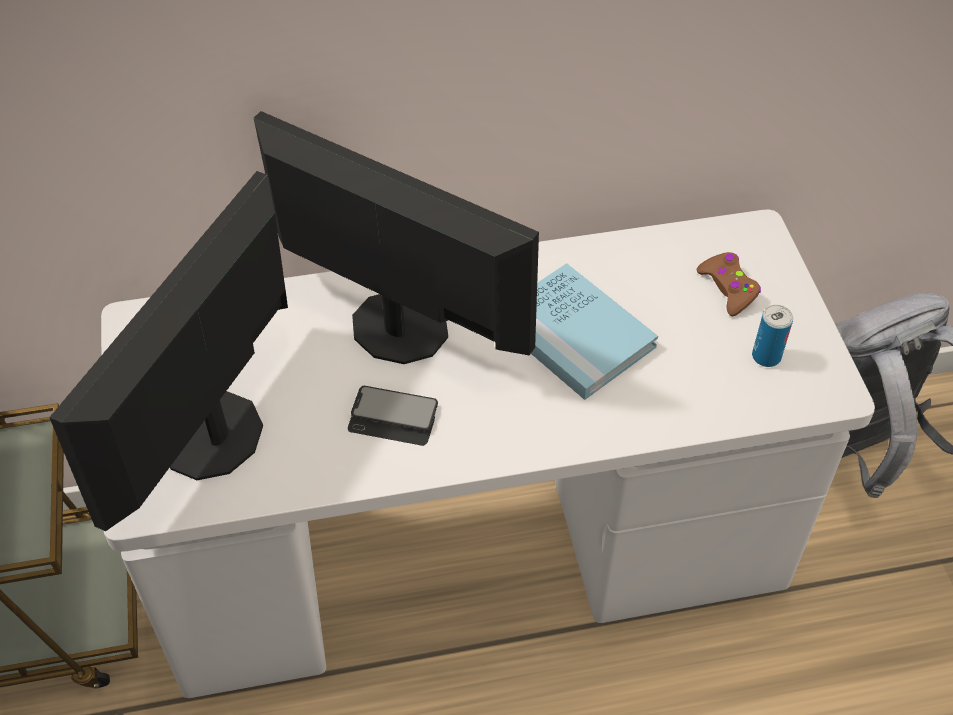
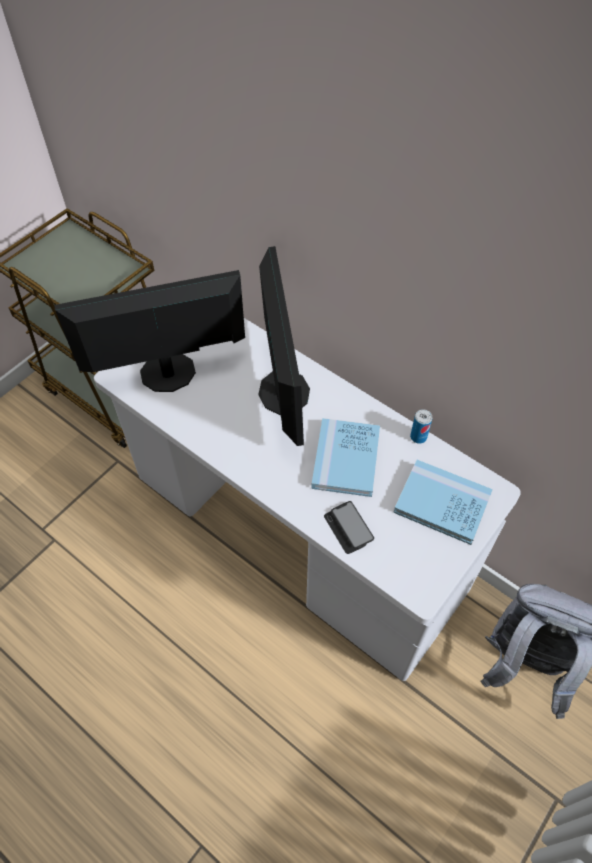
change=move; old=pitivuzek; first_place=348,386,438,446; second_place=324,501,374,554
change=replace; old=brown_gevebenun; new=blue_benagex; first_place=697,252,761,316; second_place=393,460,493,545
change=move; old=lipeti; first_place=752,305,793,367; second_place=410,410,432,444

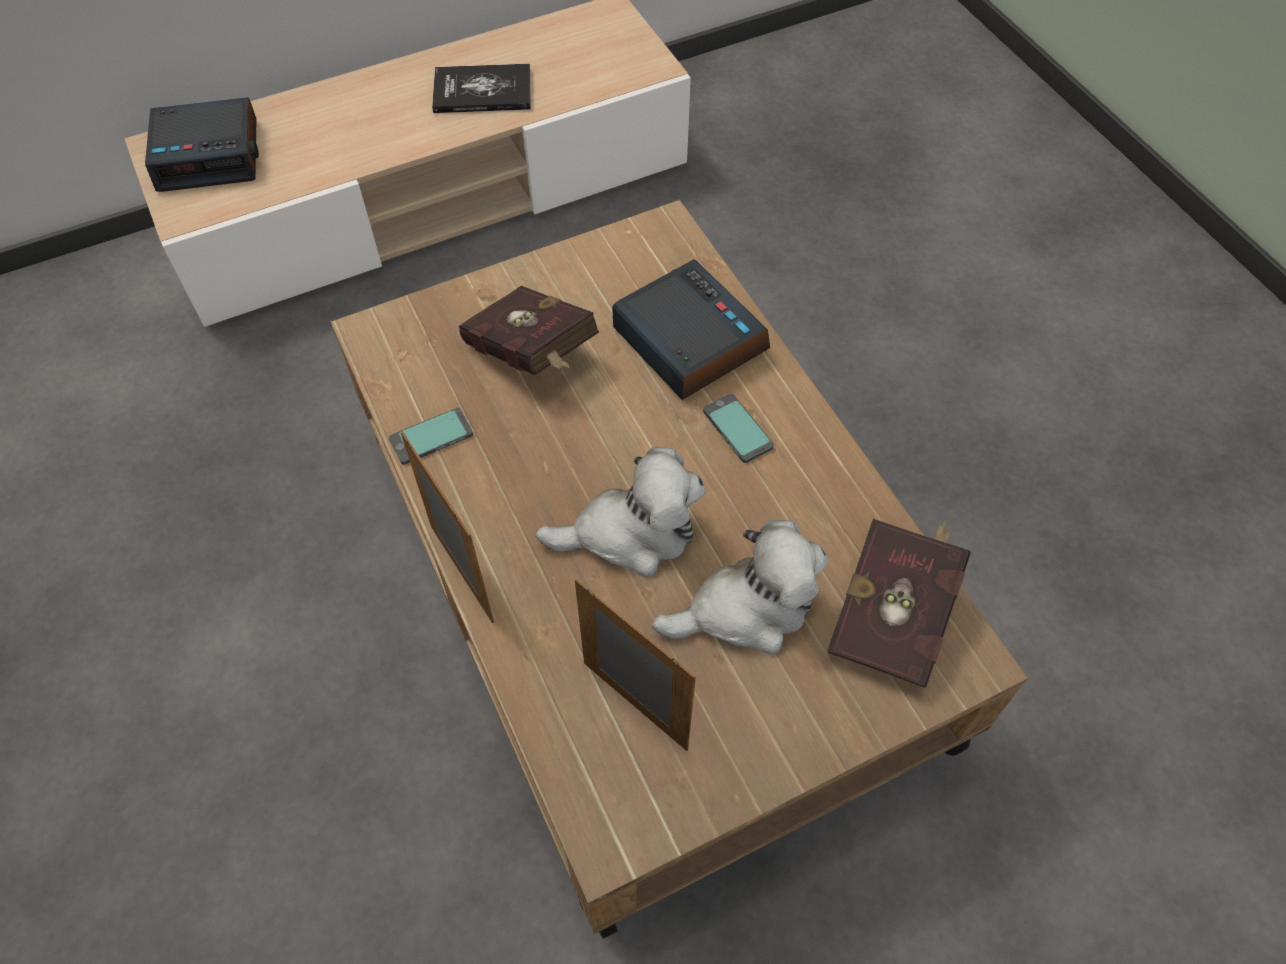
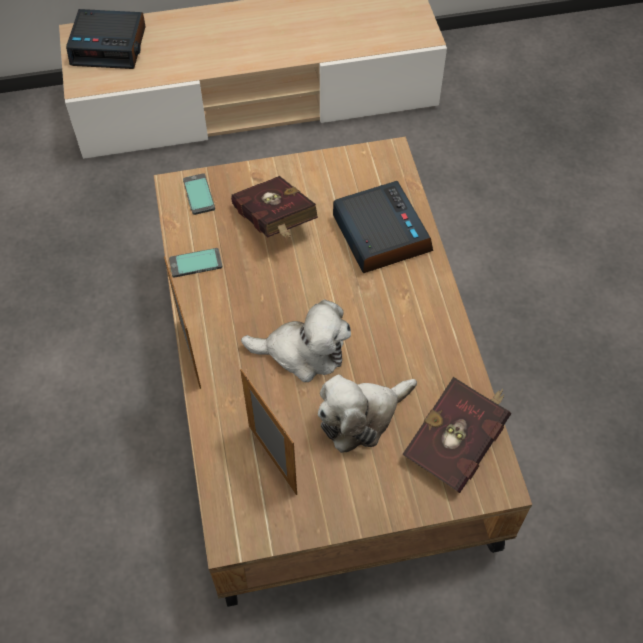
change=delete; old=benagex; first_place=432,64,531,113
change=rotate; old=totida; first_place=652,520,828,654; second_place=318,374,417,453; degrees=150
change=move; old=pitivuzek; first_place=703,394,774,463; second_place=183,173,215,215

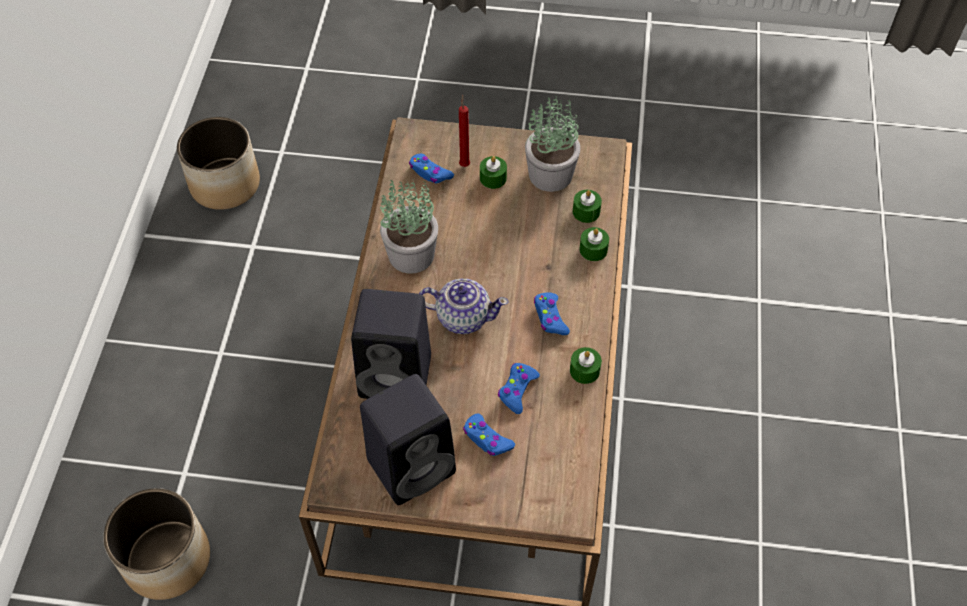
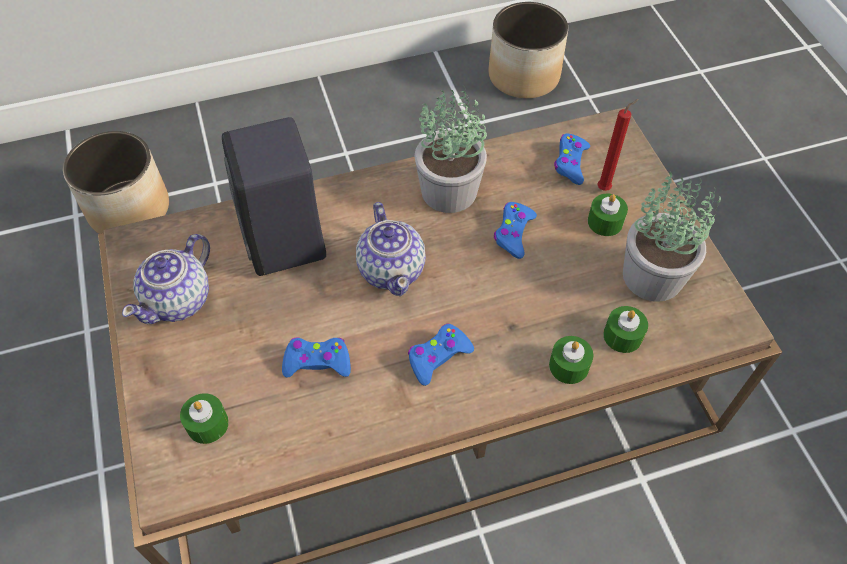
change=replace; old=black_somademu; new=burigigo; first_place=360,374,456,505; second_place=122,234,210,324
change=move; old=blue_gevebenun; first_place=463,413,515,456; second_place=494,202,537,259
change=move; old=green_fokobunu; first_place=570,347,602,384; second_place=180,393,229,444

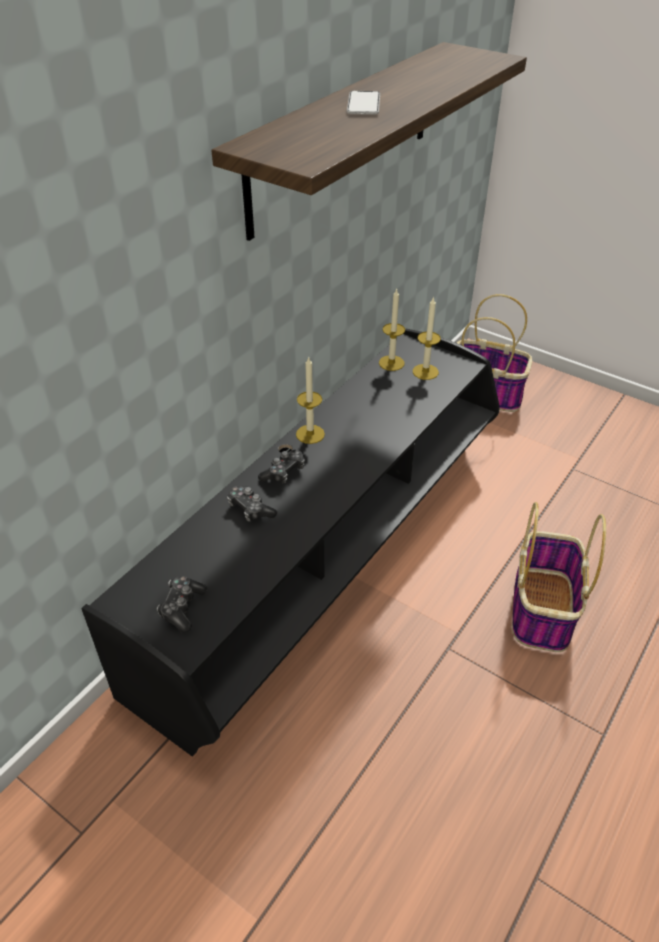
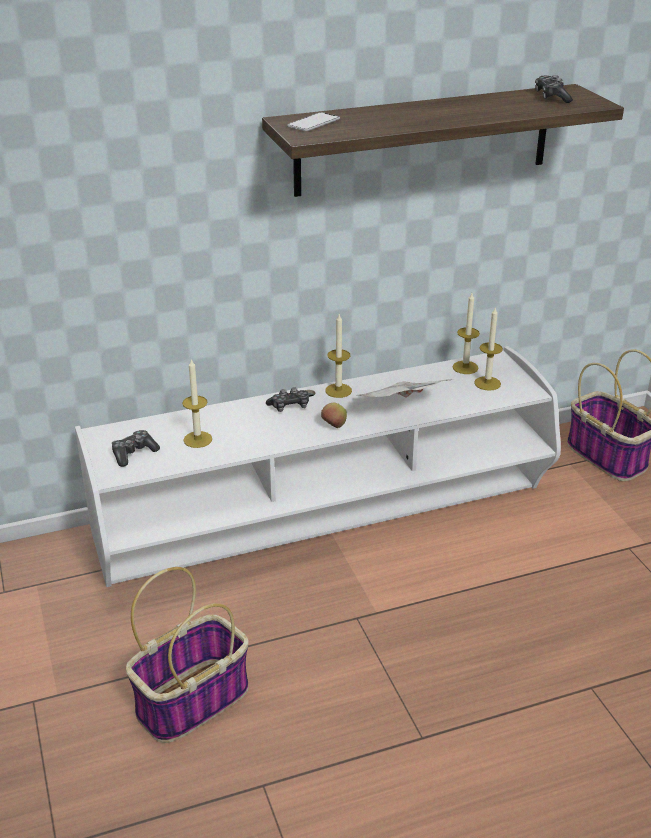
change=recolor; old=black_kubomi; new=white_kubomi; first_place=81,328,499,757; second_place=75,346,561,587
change=move; old=gevebenun; first_place=227,486,277,522; second_place=535,75,573,103
change=move; old=pitivuzek; first_place=347,91,380,115; second_place=287,112,340,131
change=move; old=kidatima; first_place=512,502,606,652; second_place=126,567,249,743
change=insert; new=fokobunu; second_place=182,358,212,448
change=insert; new=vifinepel; second_place=321,403,347,428
change=insert; new=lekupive; second_place=358,379,455,397

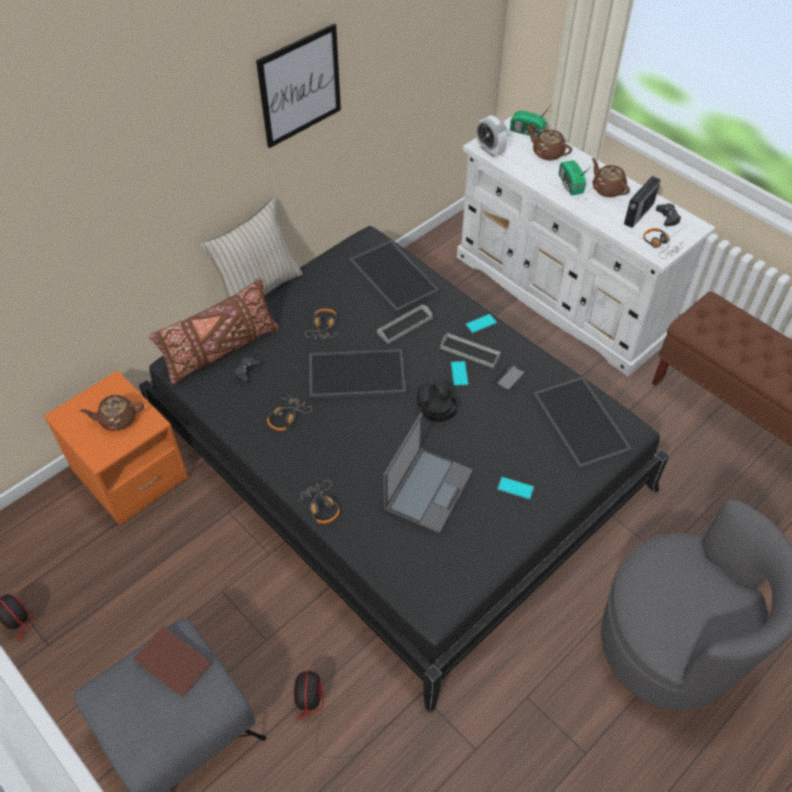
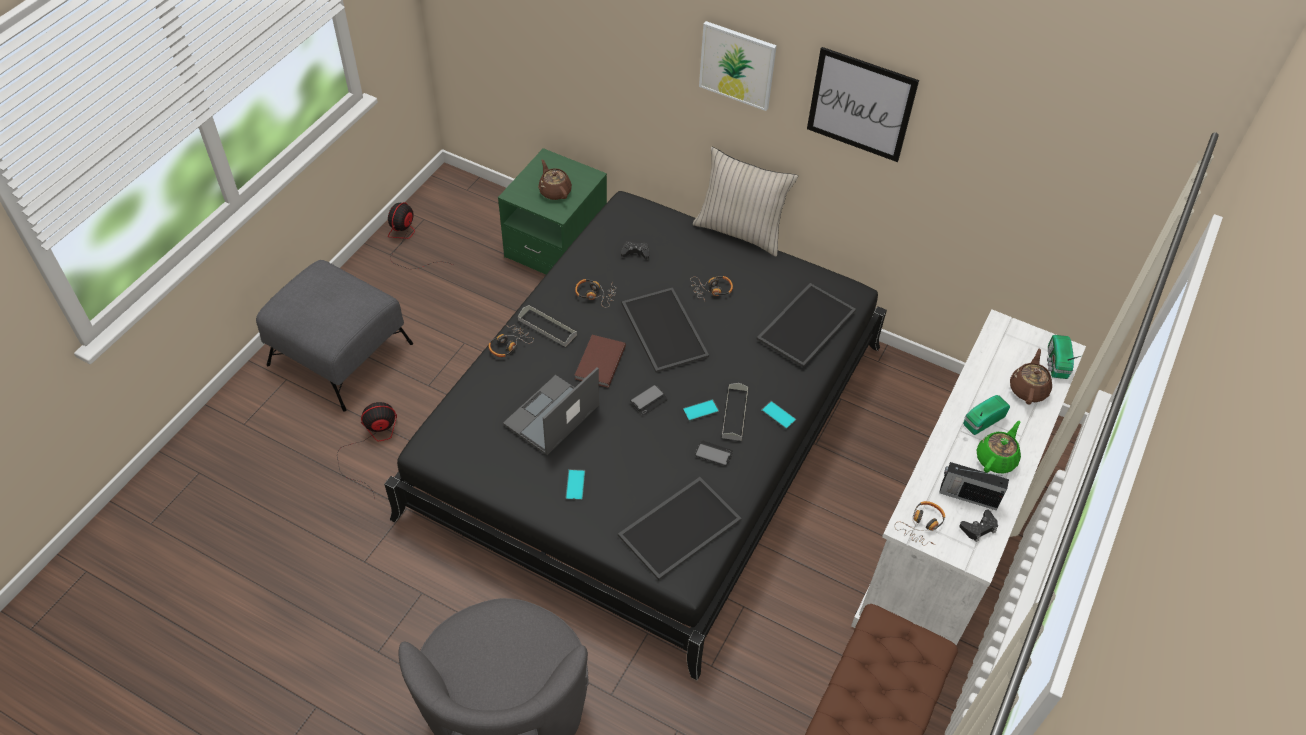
change=recolor; old=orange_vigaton; new=green_vigaton; first_place=44,370,188,525; second_place=498,148,607,274
change=move; old=brown_benagex; first_place=133,626,212,698; second_place=575,335,626,388
change=delete; old=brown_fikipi; first_place=149,278,279,384
change=move; old=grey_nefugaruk; first_place=377,304,433,344; second_place=518,305,577,347
change=rotate; old=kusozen; first_place=383,413,473,534; second_place=503,367,599,455; degrees=120
change=replace; old=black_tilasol; new=pitivuzek; first_place=417,380,457,422; second_place=630,385,668,415
change=delete; old=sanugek; first_place=477,115,508,157
change=recolor; old=brown_burigigo; new=green_burigigo; first_place=592,158,630,197; second_place=977,421,1021,474
change=insert; new=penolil; second_place=699,21,777,111

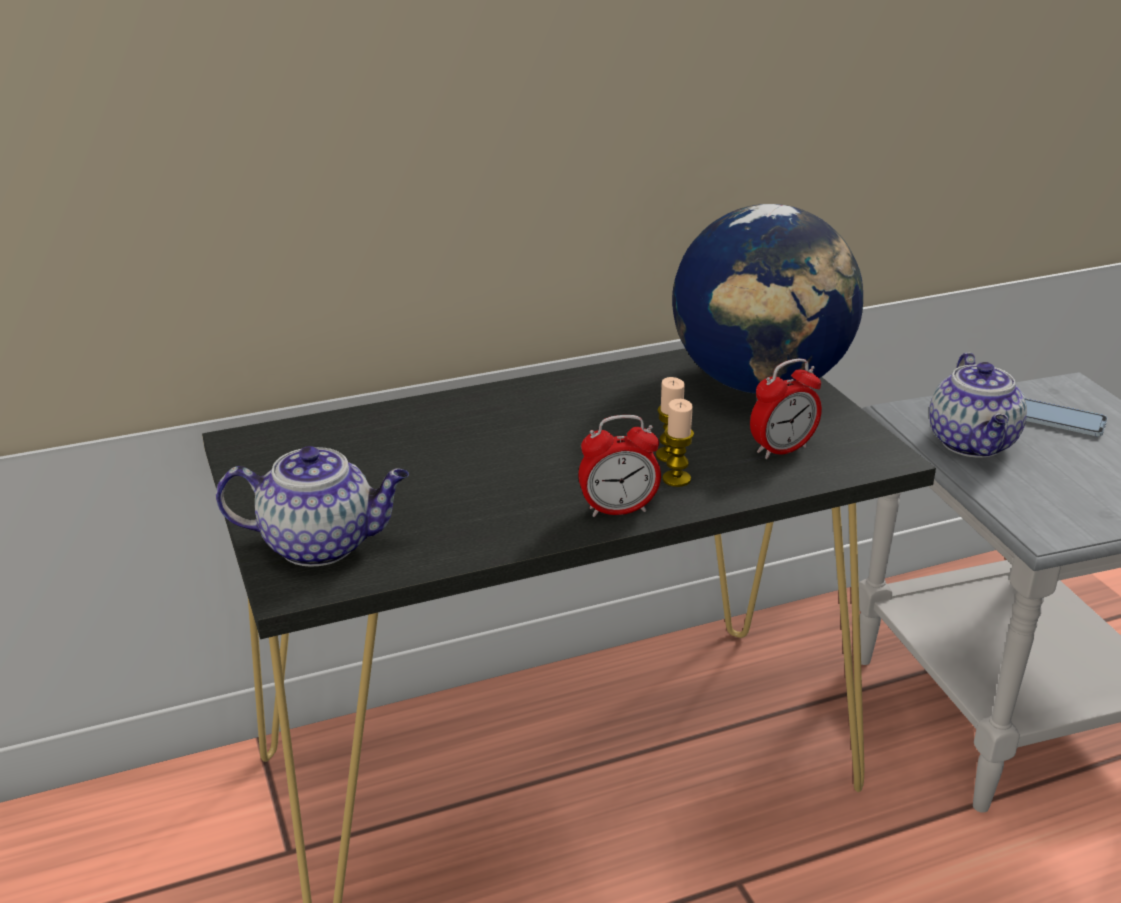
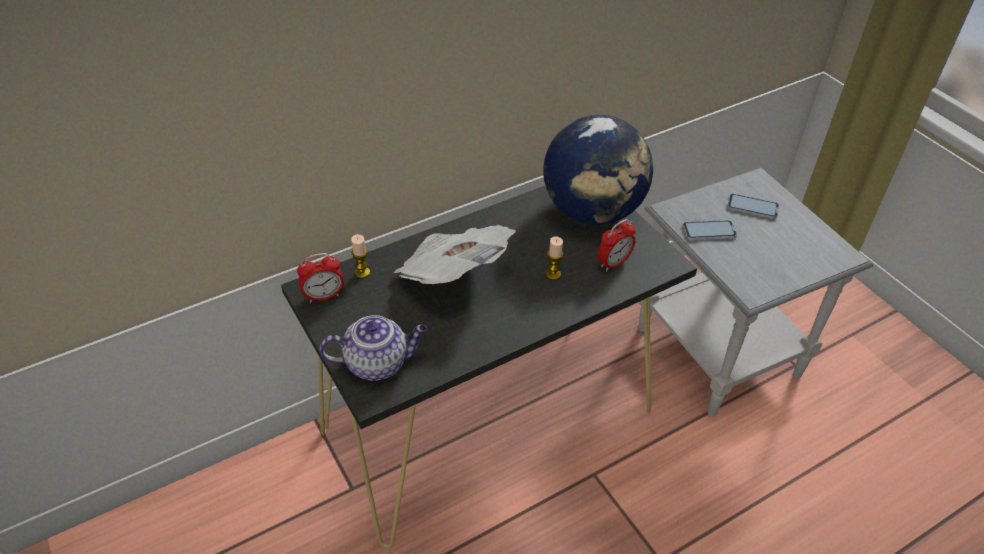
change=move; old=sanugek; first_place=578,415,661,517; second_place=297,253,344,303
change=move; old=fokobunu; first_place=662,399,694,487; second_place=351,234,370,278
change=replace; old=burigigo; new=pitivuzek; first_place=929,352,1027,457; second_place=683,220,737,240
change=insert; new=lekupive; second_place=394,225,516,284

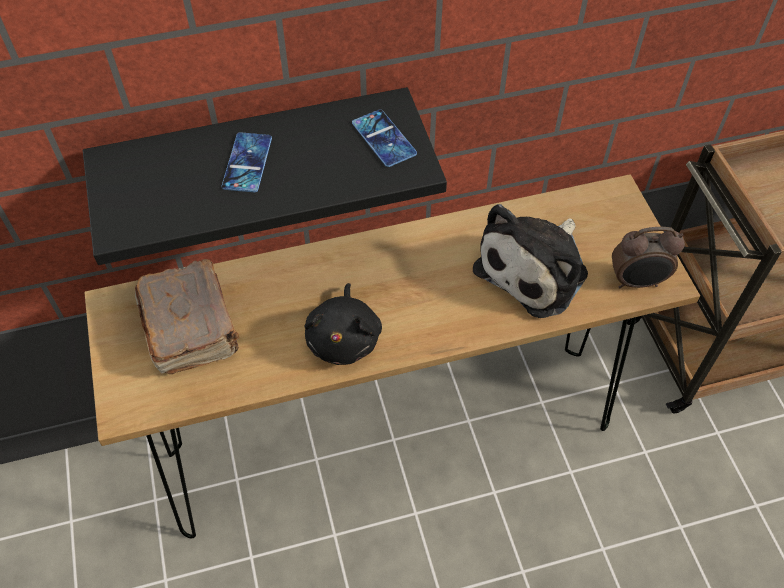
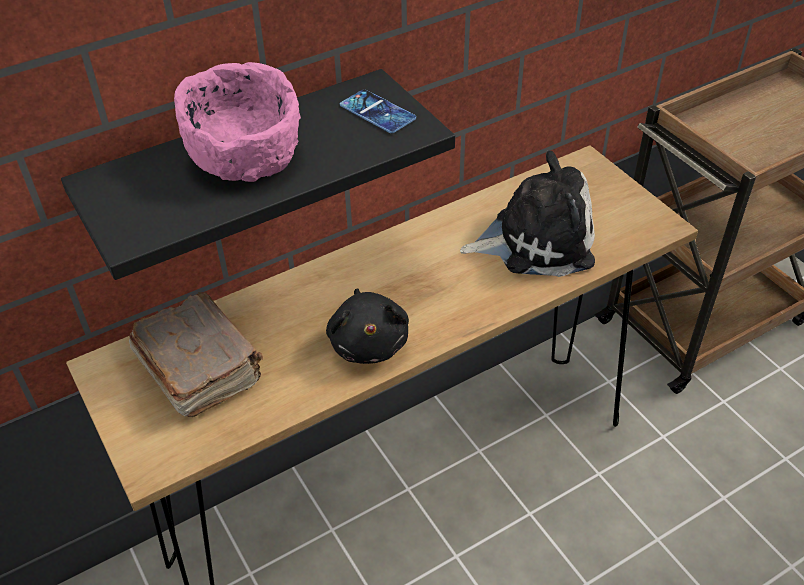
change=replace; old=pitivuzek; new=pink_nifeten; first_place=221,132,272,192; second_place=174,62,301,182
change=rotate; old=totida; first_place=473,204,588,318; second_place=460,151,595,277; degrees=-120
change=delete; old=sanugek; first_place=612,227,685,288

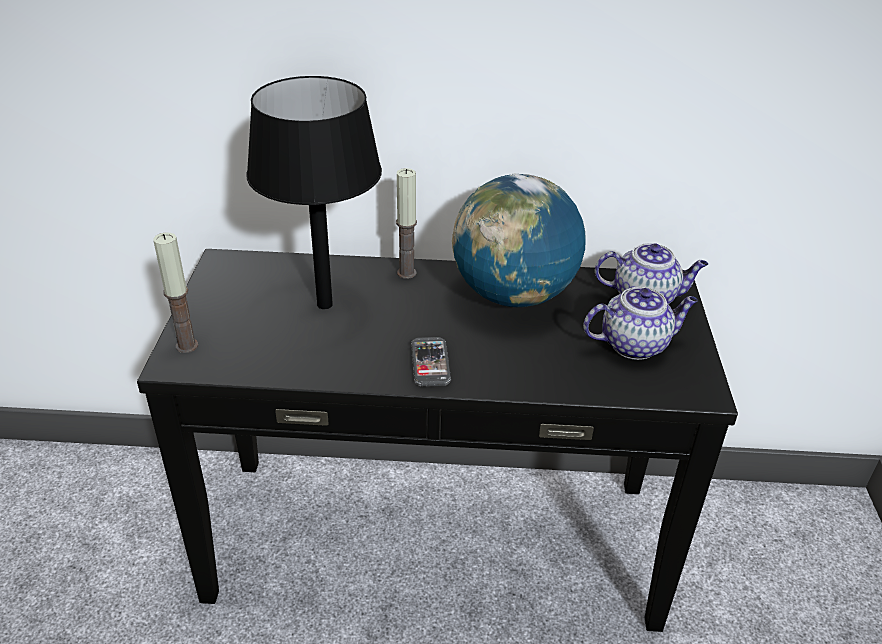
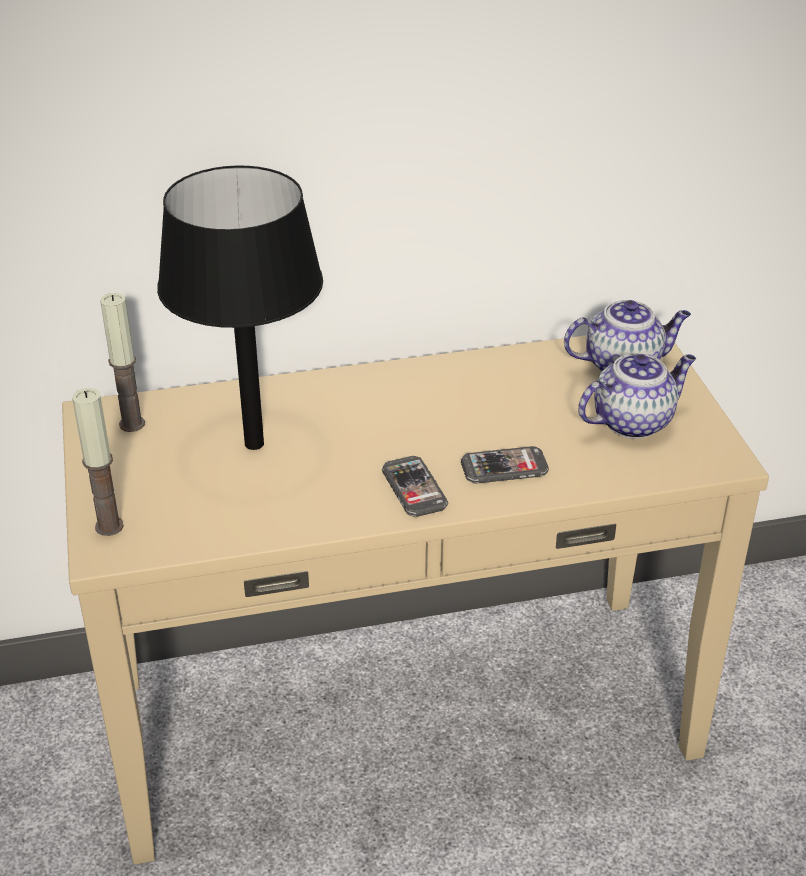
change=recolor; old=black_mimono; new=beige_mimono; first_place=137,249,738,632; second_place=62,335,769,865
change=move; old=fokobunu; first_place=396,168,417,279; second_place=100,293,145,432
change=delete; old=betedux; first_place=452,173,586,307
change=insert; new=pitivuzek; second_place=461,446,549,484

